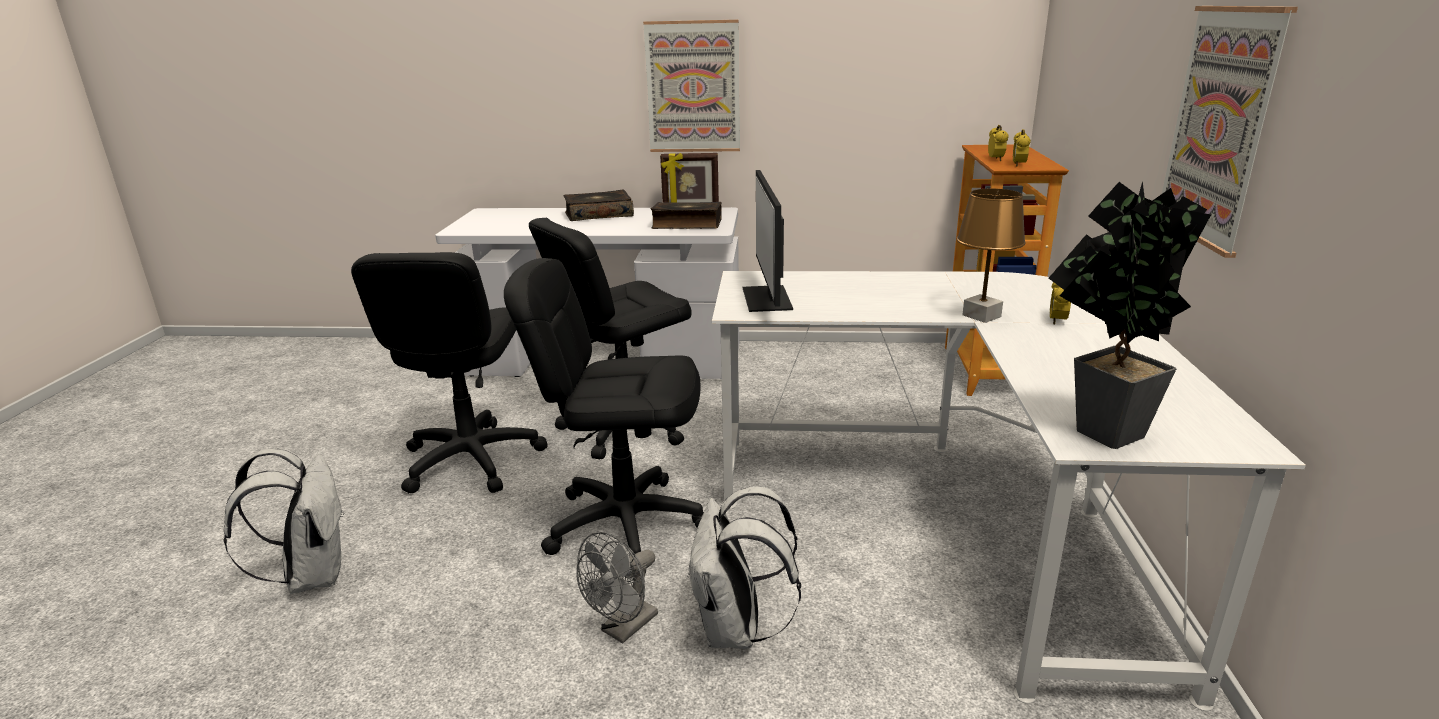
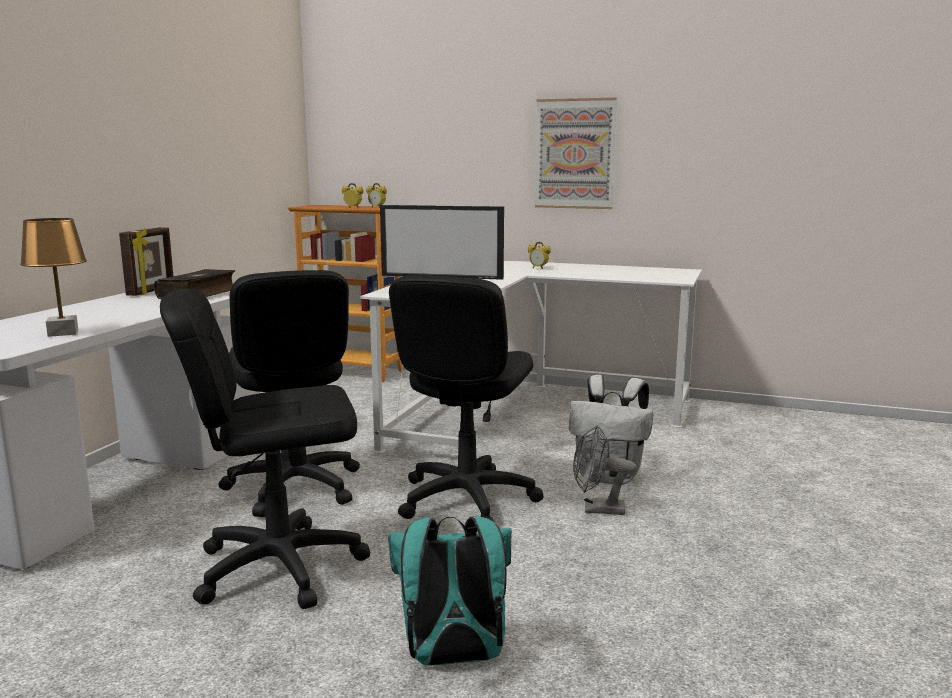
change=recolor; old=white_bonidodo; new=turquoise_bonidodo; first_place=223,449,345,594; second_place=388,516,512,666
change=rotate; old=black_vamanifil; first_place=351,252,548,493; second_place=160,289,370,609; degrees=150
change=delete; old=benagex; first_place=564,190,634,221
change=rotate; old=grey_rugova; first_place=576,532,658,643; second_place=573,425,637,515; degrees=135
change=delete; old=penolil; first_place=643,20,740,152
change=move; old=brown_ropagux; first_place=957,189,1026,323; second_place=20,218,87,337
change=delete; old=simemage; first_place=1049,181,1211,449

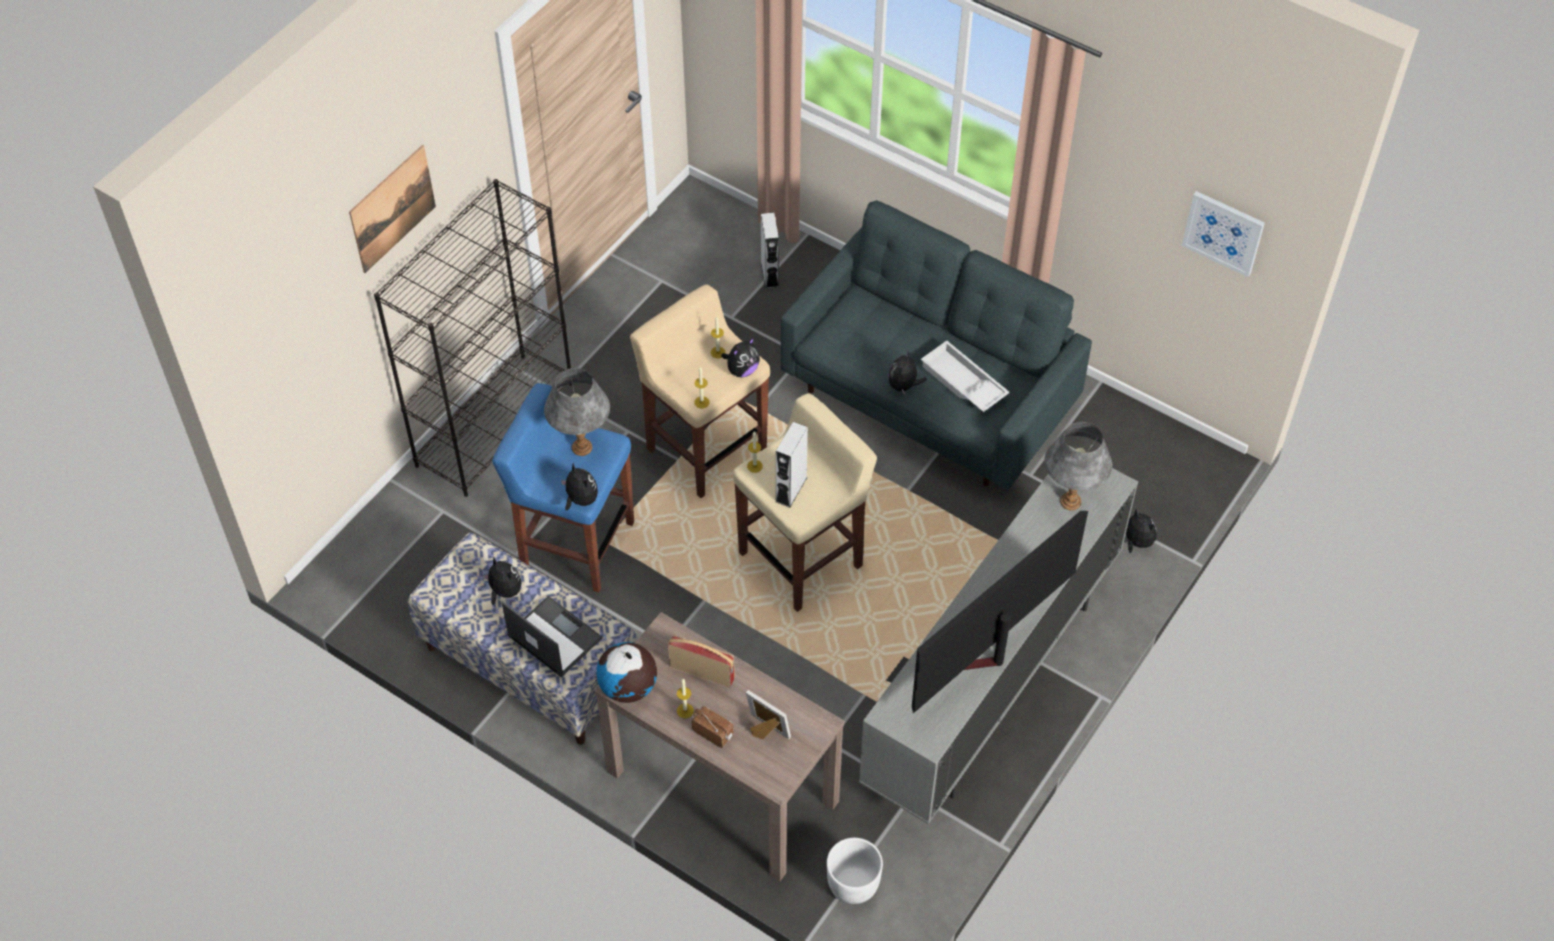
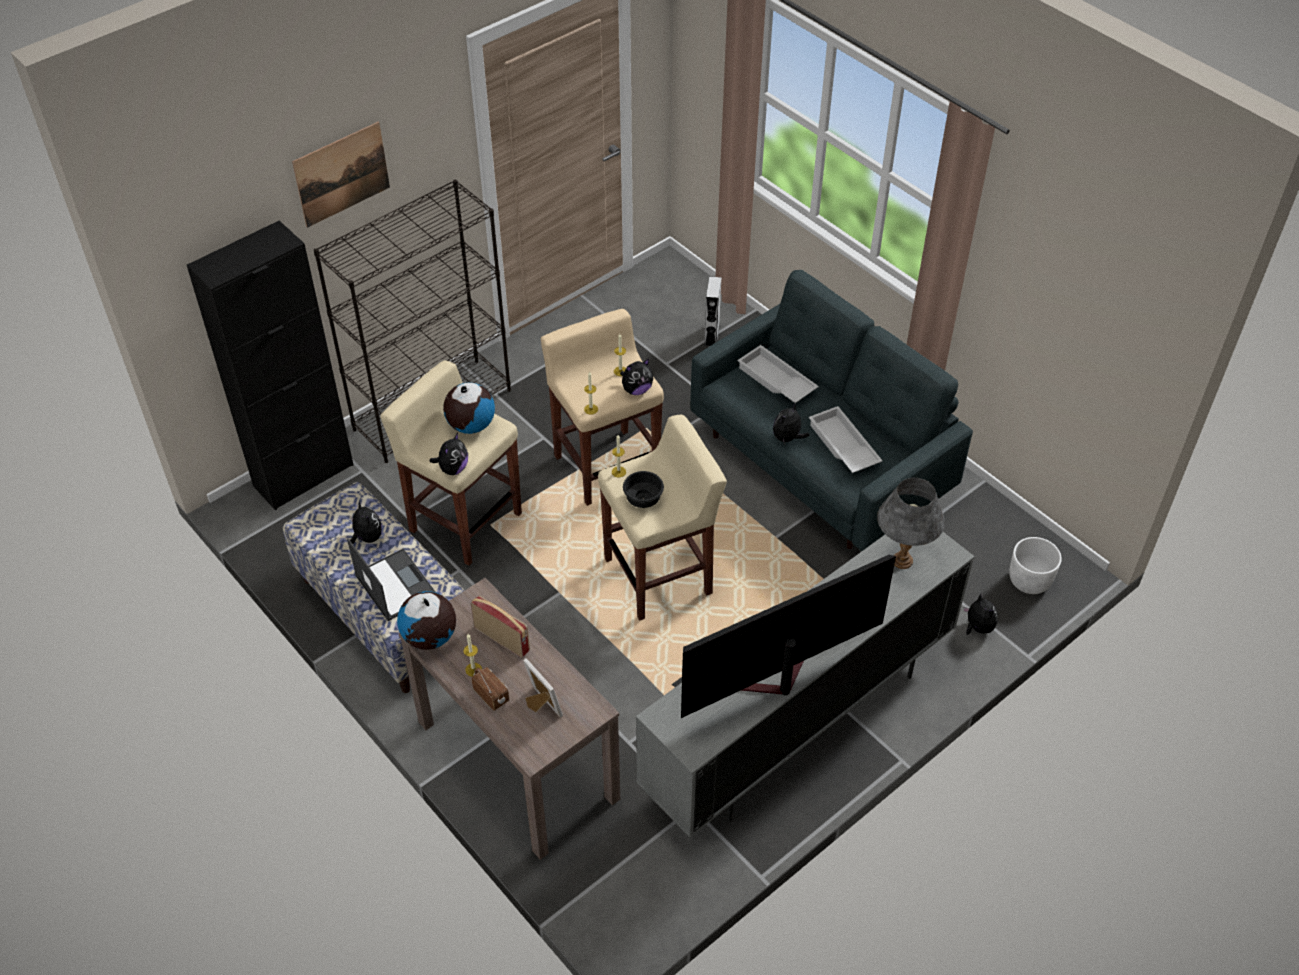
change=recolor; old=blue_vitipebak; new=beige_vitipebak; first_place=492,383,634,593; second_place=380,360,522,566
change=replace; old=grey_ropagux; new=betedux; first_place=544,368,610,456; second_place=443,383,495,434
change=rotate; old=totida; first_place=561,463,598,511; second_place=430,433,468,475; degrees=45
change=replace; old=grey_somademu; new=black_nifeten; first_place=775,422,808,508; second_place=623,471,664,508
change=move; old=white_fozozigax; first_place=827,838,883,904; second_place=1009,537,1062,594
change=delete; old=penolil; first_place=1182,191,1265,277
change=insert; new=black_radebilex; second_place=187,221,354,510
change=insert; new=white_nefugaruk; second_place=737,345,819,403

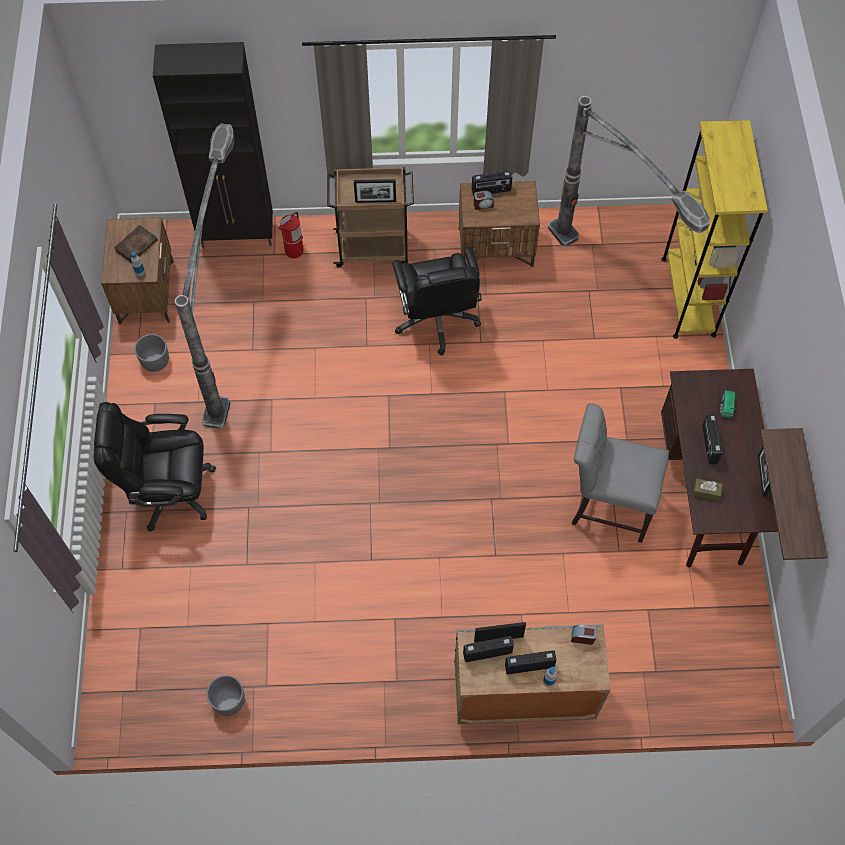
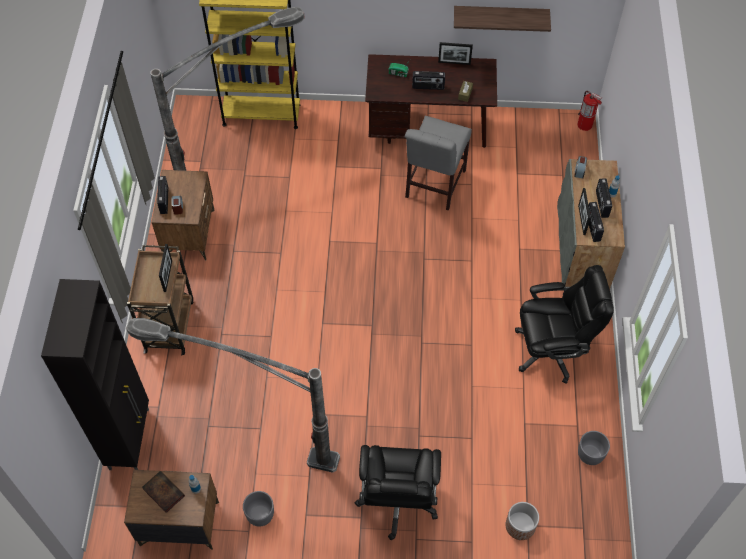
change=move; old=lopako; first_place=278,212,304,258; second_place=577,91,602,131
change=move; old=black_vamanifil; first_place=392,247,482,355; second_place=515,265,614,384
change=insert; new=fozozigax; second_place=506,502,539,540

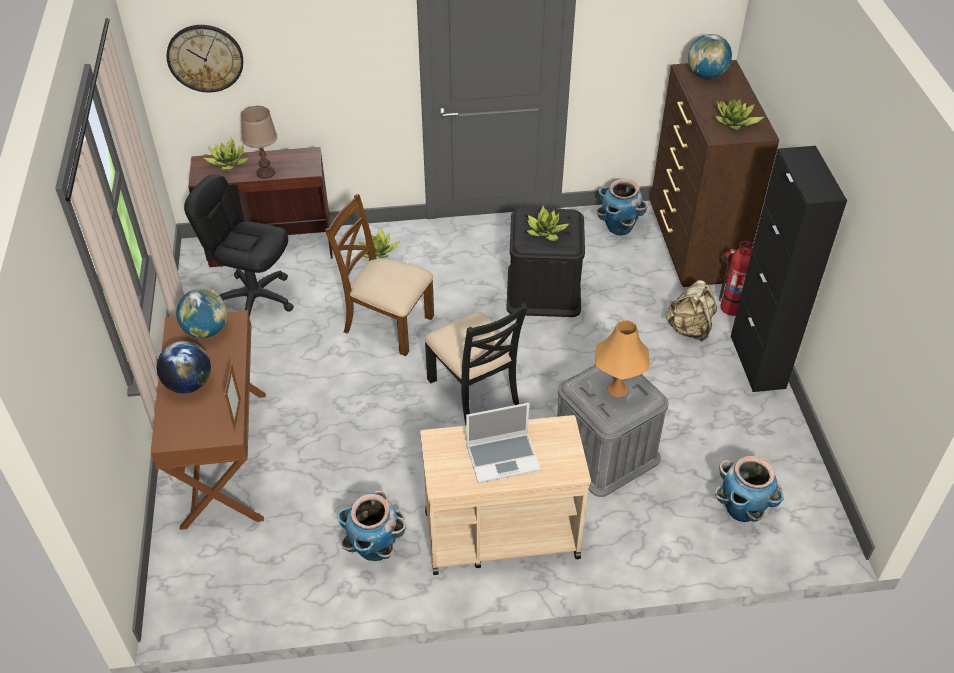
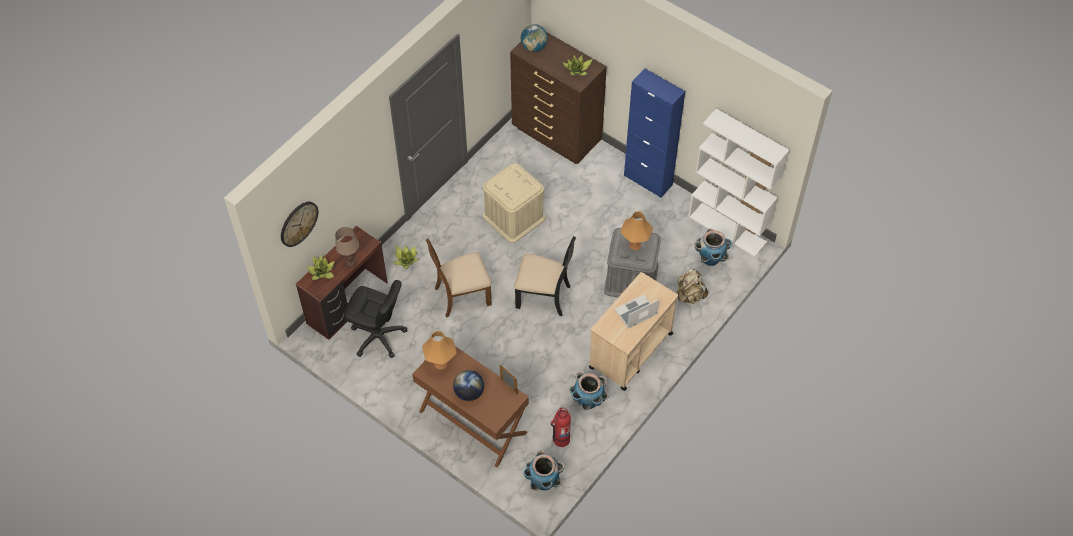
change=replace; old=betedux; new=orange_ropagux; first_place=176,288,228,338; second_place=422,331,456,370
change=rotate; old=black_vamanifil; first_place=184,174,294,318; second_place=344,280,408,358; degrees=-135
change=rotate; old=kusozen; first_place=466,403,541,483; second_place=615,295,659,328; degrees=-150
change=recolor; old=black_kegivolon; new=beige_kegivolon; first_place=506,208,585,317; second_place=483,163,545,243
change=delete; old=simemage; first_place=526,206,569,241
change=move; old=fozozigax; first_place=596,179,648,236; second_place=523,450,564,491
change=move; old=beige_bonidodo; first_place=666,280,717,342; second_place=677,268,708,304
change=move; old=lopako; first_place=719,241,754,316; second_place=551,408,571,447
change=recolor; old=black_radebilex; new=blue_radebilex; first_place=731,146,847,392; second_place=624,69,685,198
change=insert; new=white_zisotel; second_place=688,109,789,257

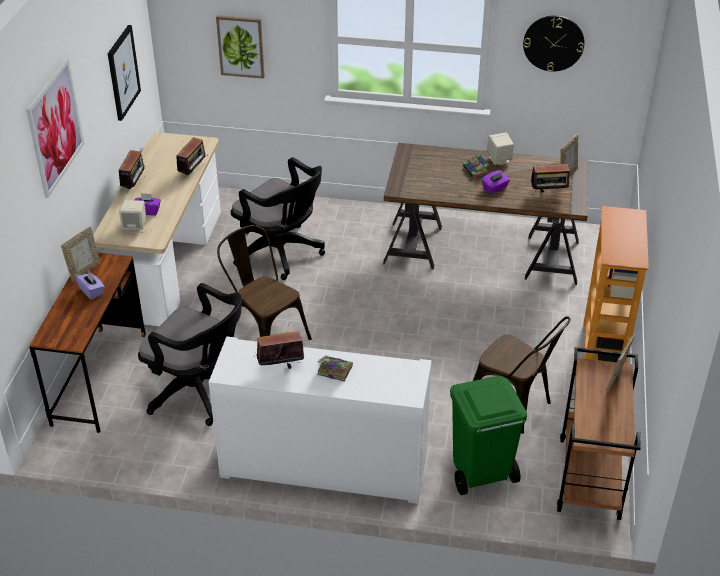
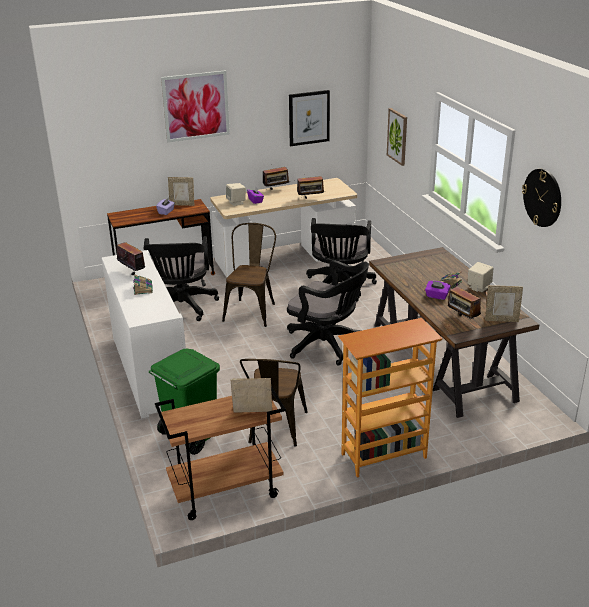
change=insert; new=black_vamanifil; second_place=287,260,369,366

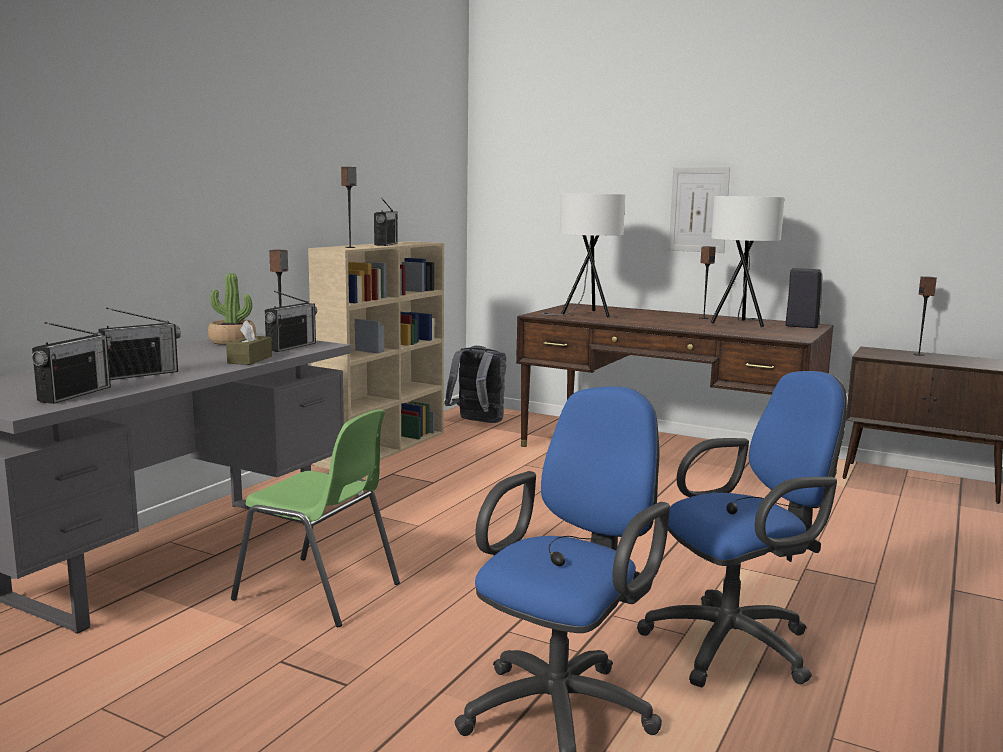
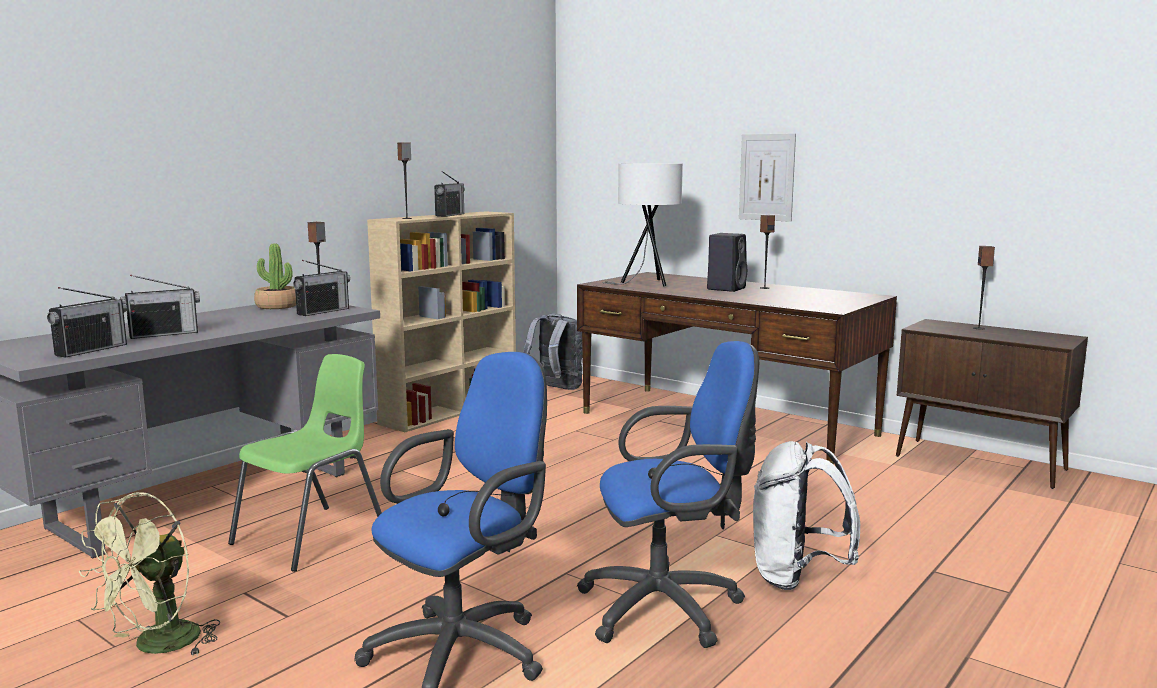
change=delete; old=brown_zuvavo; first_place=226,320,272,365
change=rotate; old=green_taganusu; first_place=231,409,400,627; second_place=228,354,382,572; degrees=-90
change=delete; old=white_ropagux; first_place=710,196,785,327
change=move; old=black_somademu; first_place=785,268,822,328; second_place=707,233,747,292
change=insert; new=green_rugova; second_place=79,492,221,656
change=insert; new=white_bonidodo; second_place=753,441,860,590

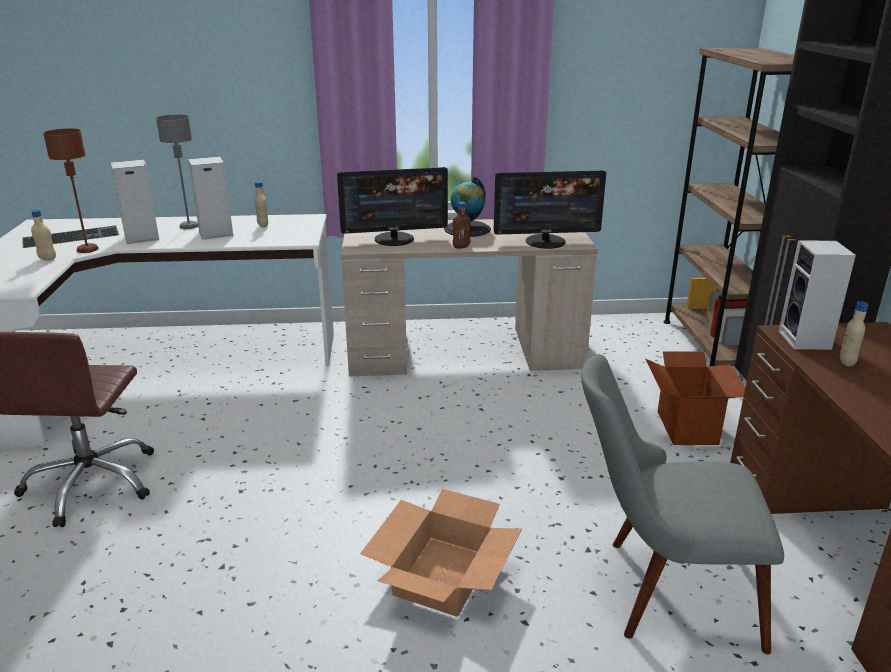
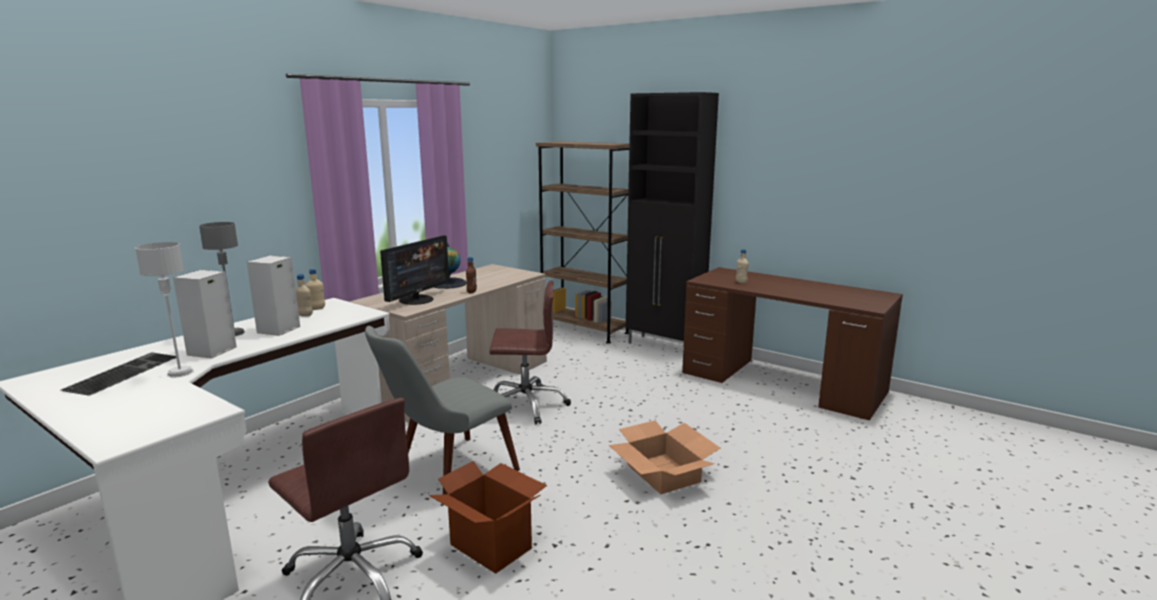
change=move; old=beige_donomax; first_place=31,210,56,260; second_place=305,269,325,310
change=recolor; old=brown_ropagux; new=grey_ropagux; first_place=43,129,99,253; second_place=135,242,194,377
change=delete; old=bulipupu; first_place=493,170,606,249
change=move; old=grey_taganusu; first_place=581,354,784,654; second_place=365,326,520,494
change=move; old=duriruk; first_place=645,351,746,445; second_place=429,461,547,574
change=delete; old=somademu; first_place=779,240,856,350
change=insert; new=brown_vamanifil; second_place=489,280,571,424

